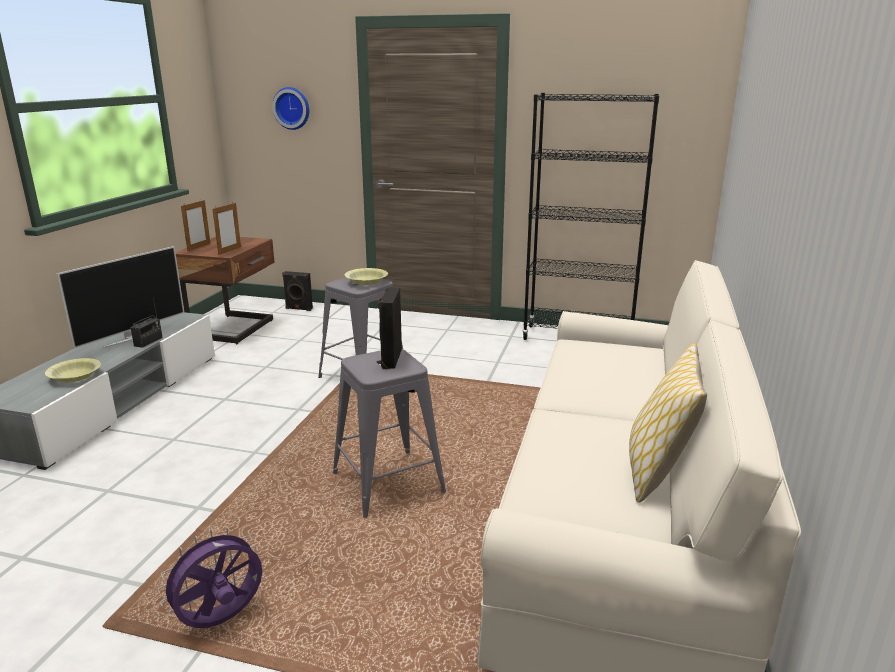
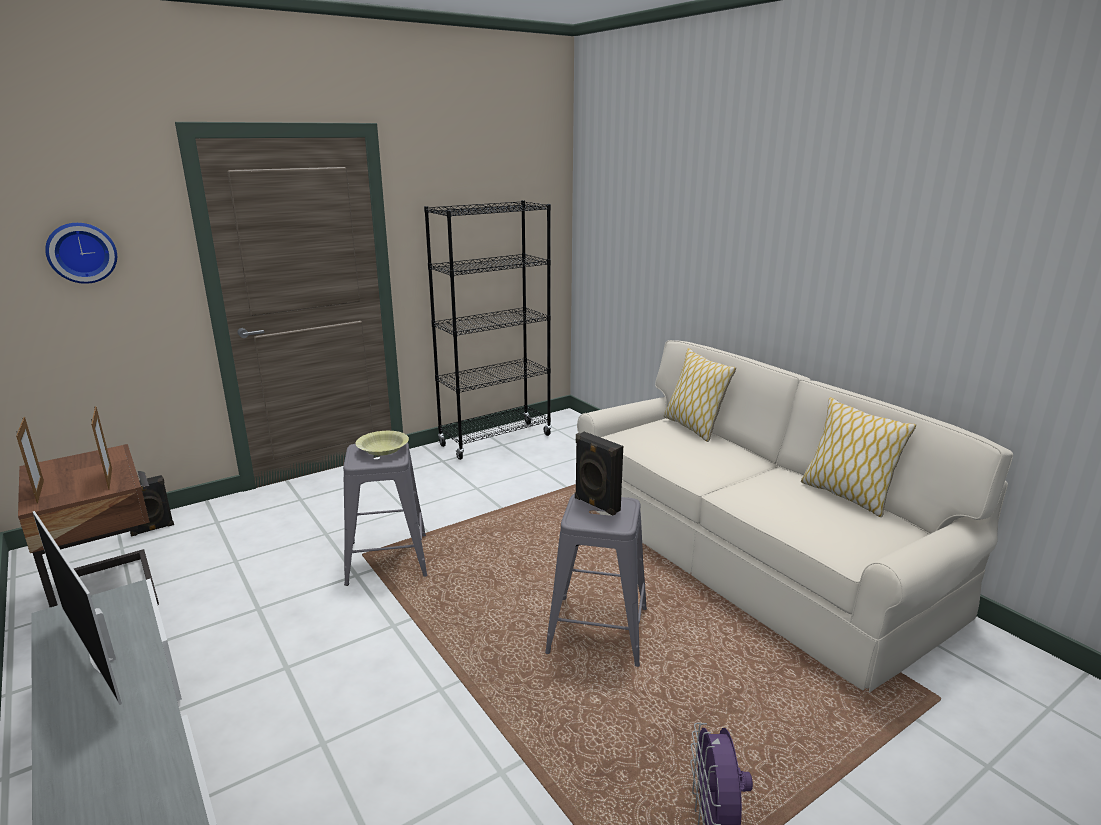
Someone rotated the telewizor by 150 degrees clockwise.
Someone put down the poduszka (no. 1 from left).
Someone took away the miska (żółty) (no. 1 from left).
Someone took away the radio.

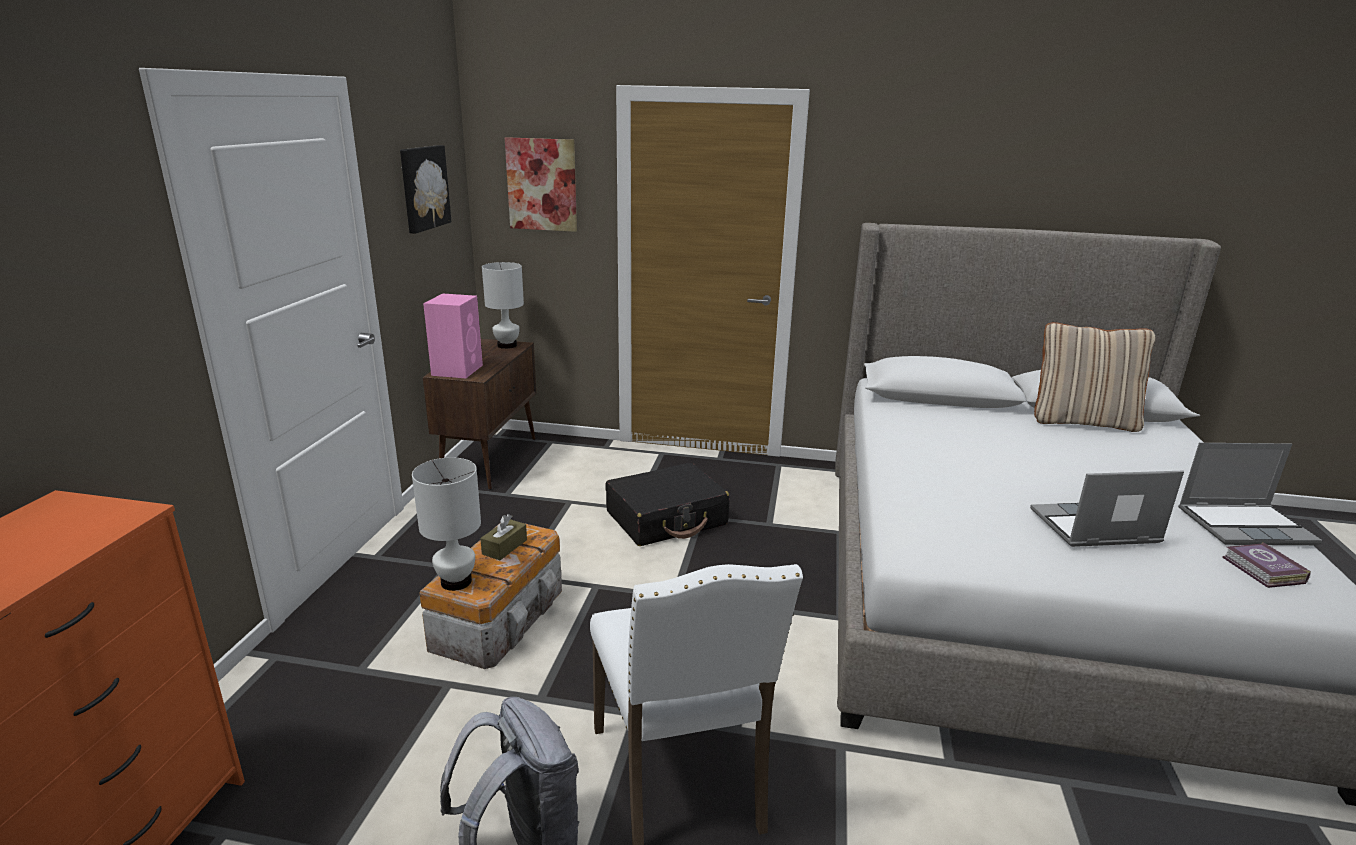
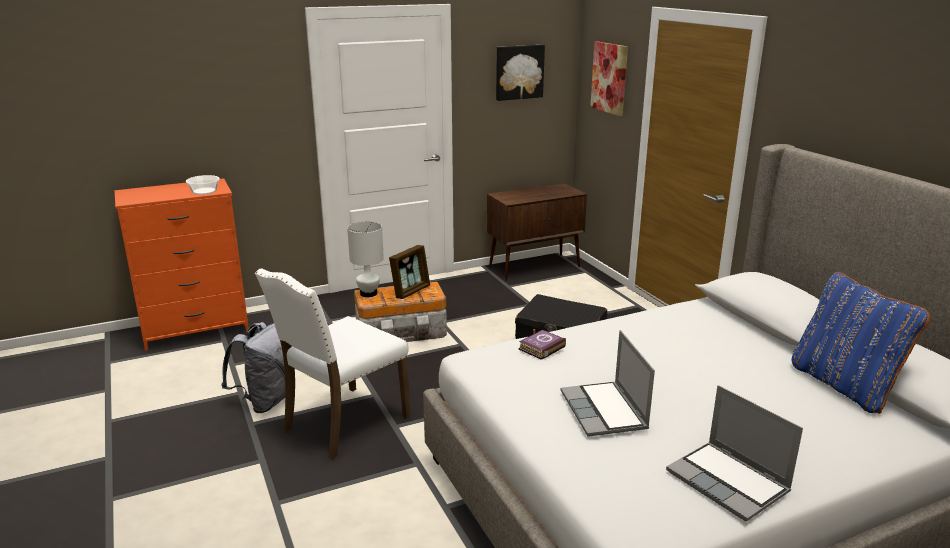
Someone put down the miska.
Someone swapped the pudełko chusteczek (brązowy) for the ramka na zdjęcie.
Someone carried the książka.
Someone rotated the laptop (no. 1 from left) by 150 degrees counterclockwise.
Someone repainted the poduszka (beżowy), which became the poduszka (niebieski).
Someone took away the głośnik (różowy).
Someone took away the lampa stołowa (biały) (no. 2 from left).

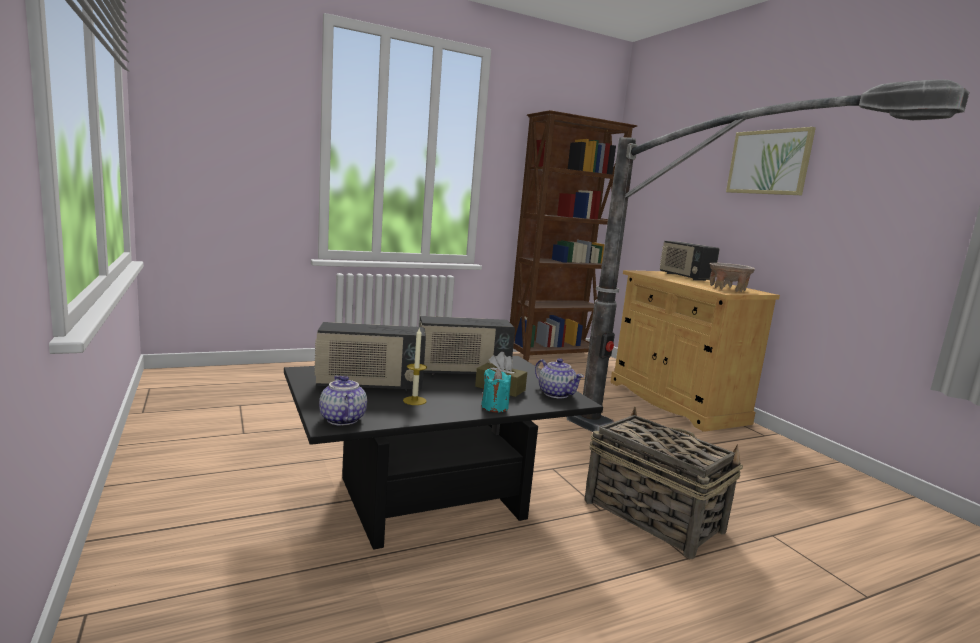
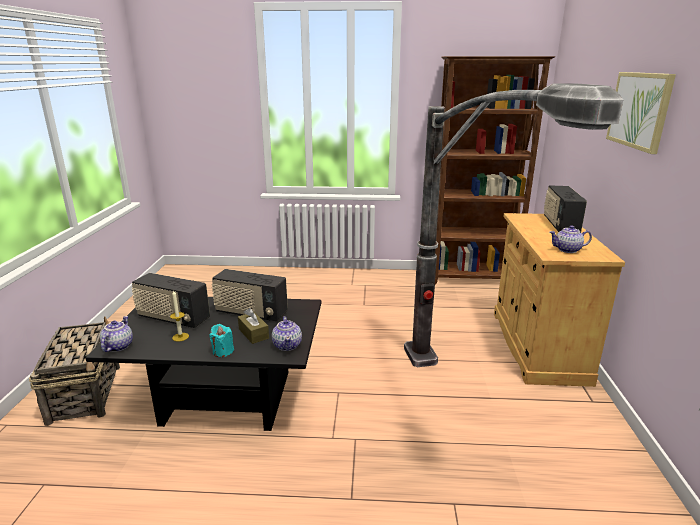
Someone carried the koszyk.
Someone swapped the miska (beżowy) for the imbryk (no. 3 from left).

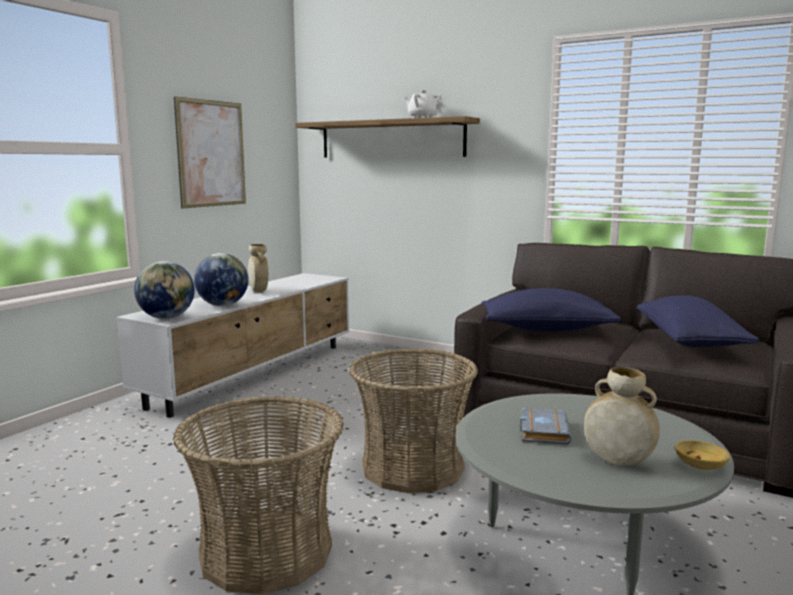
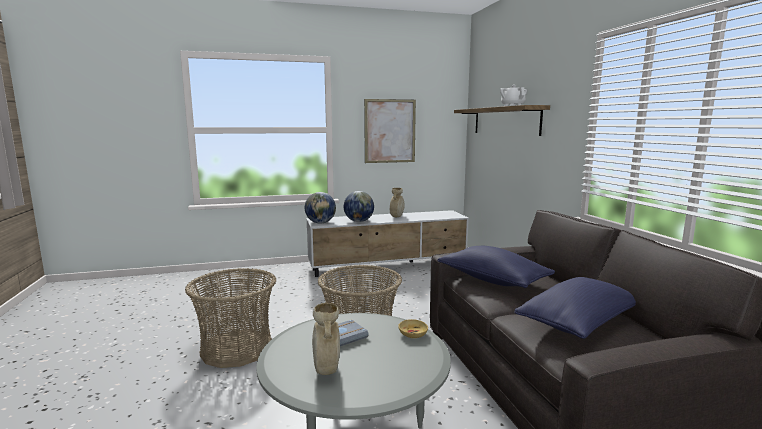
Someone carried the miska (beżowy).

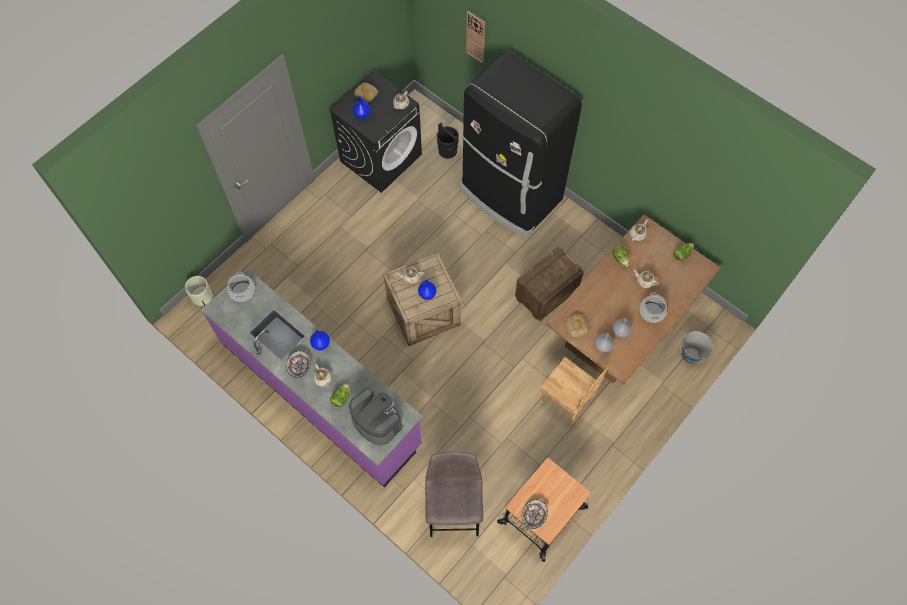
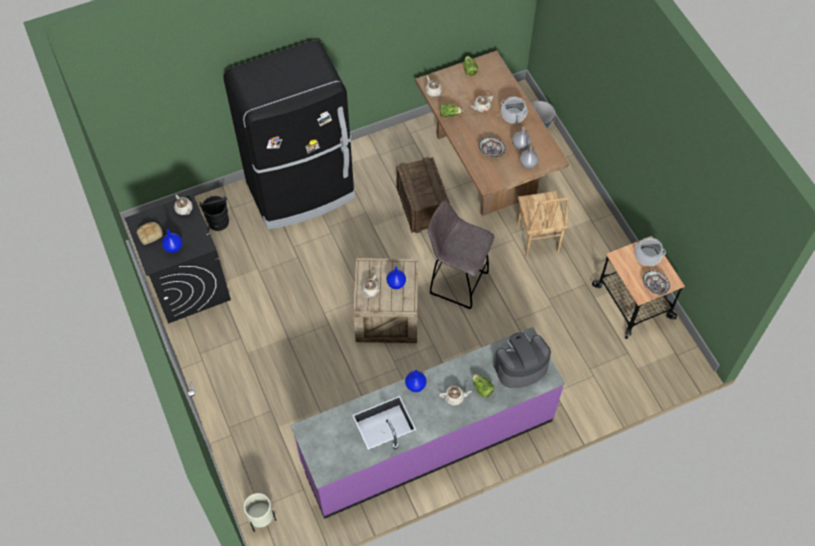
Someone carried the stołek (szary).
Someone carried the miska (no. 1 from left).
Someone rotated the krzesło (brązowy) by 105 degrees clockwise.
Someone carried the garnek (no. 1 from left in the first image).
Someone took away the zegar ścienny.
Someone took away the chleb (no. 2 from left).

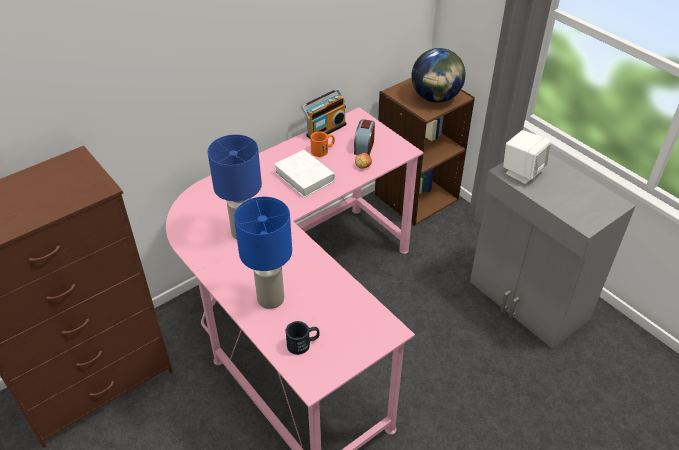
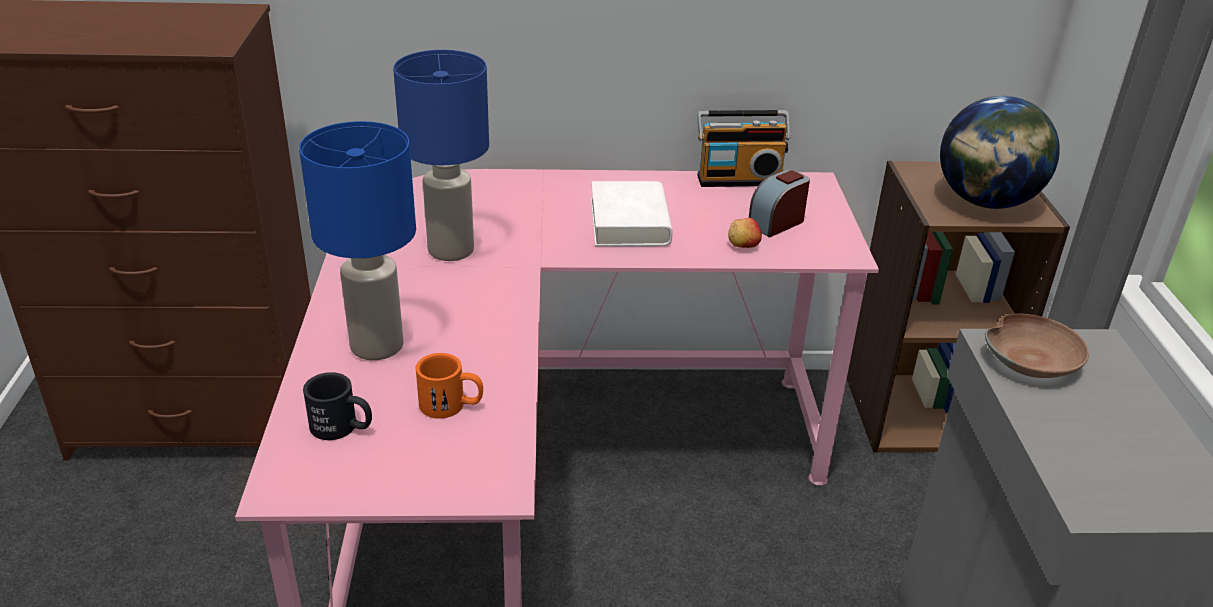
Someone carried the kubek (pomarańczowy).
Someone swapped the głośnik (biały) for the miska (brązowy).

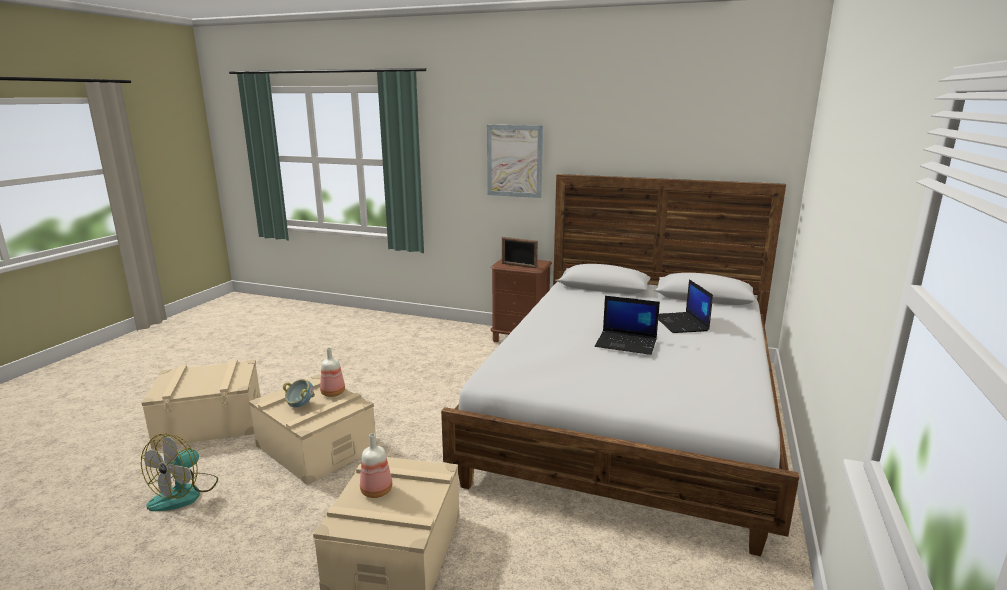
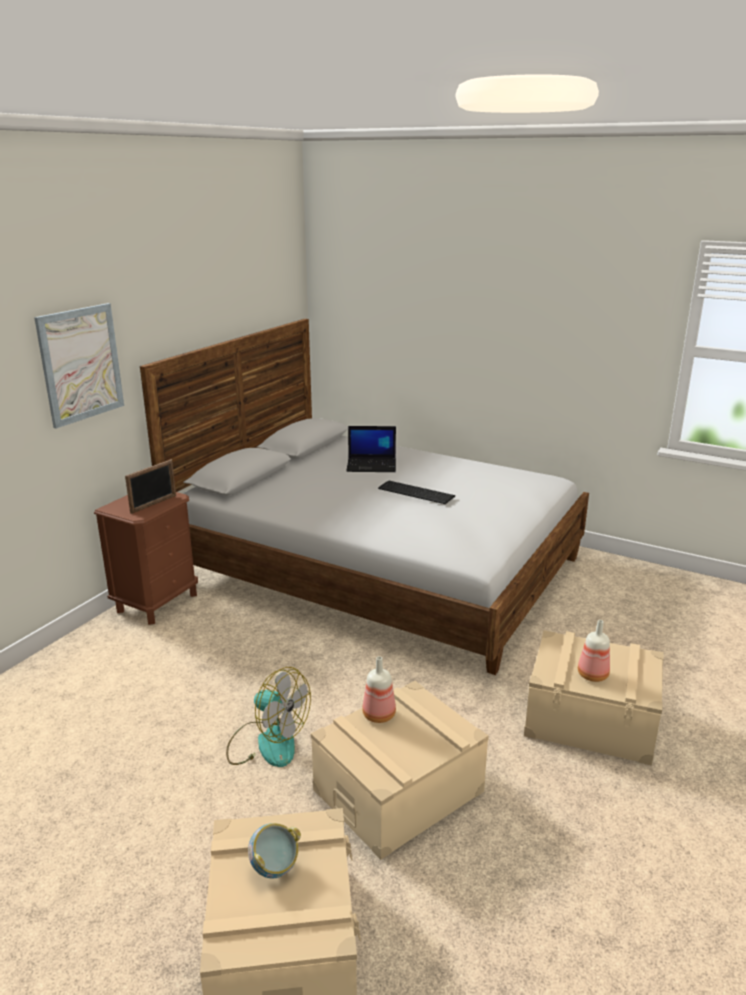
Someone carried the wentylator.
Someone carried the miska.
Someone swapped the laptop (no. 1 from left) for the klawiatura.

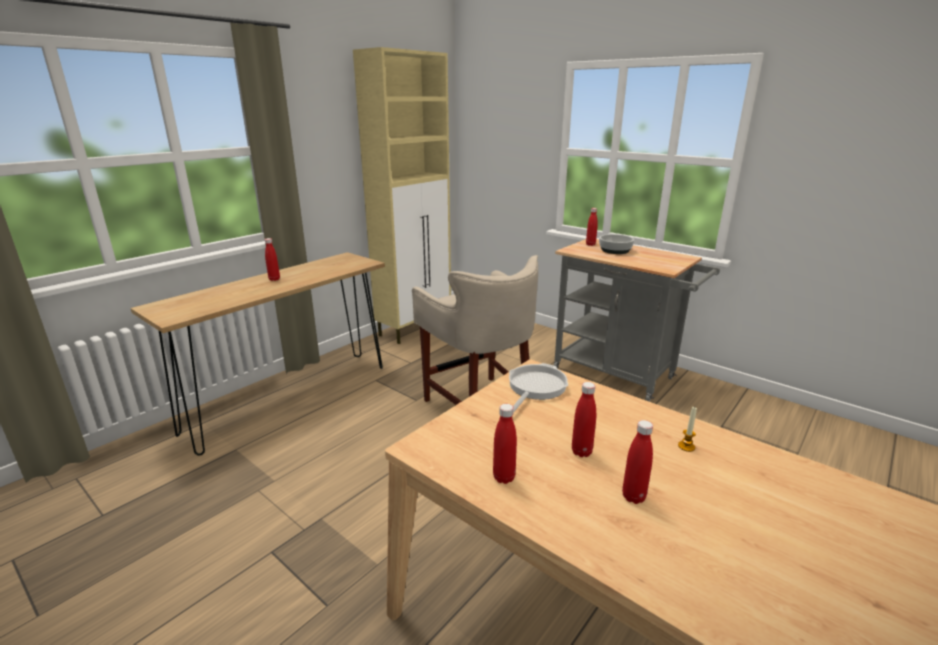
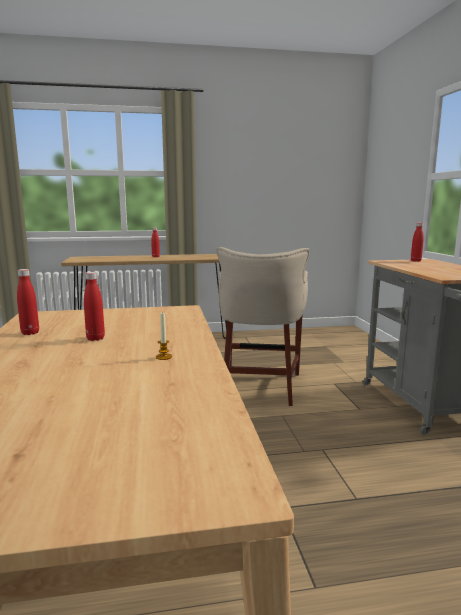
Someone took away the szafka (beżowy).
Someone took away the patelnia.
Someone took away the miska.
Someone took away the butelka (czerwony) (no. 5 from left).

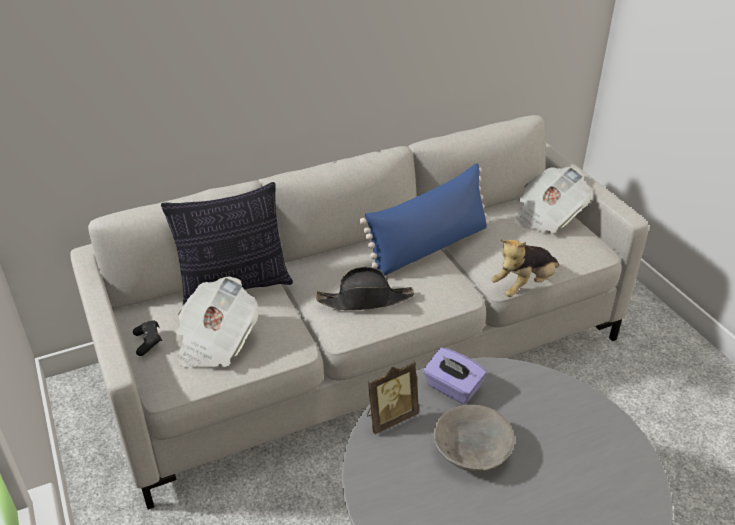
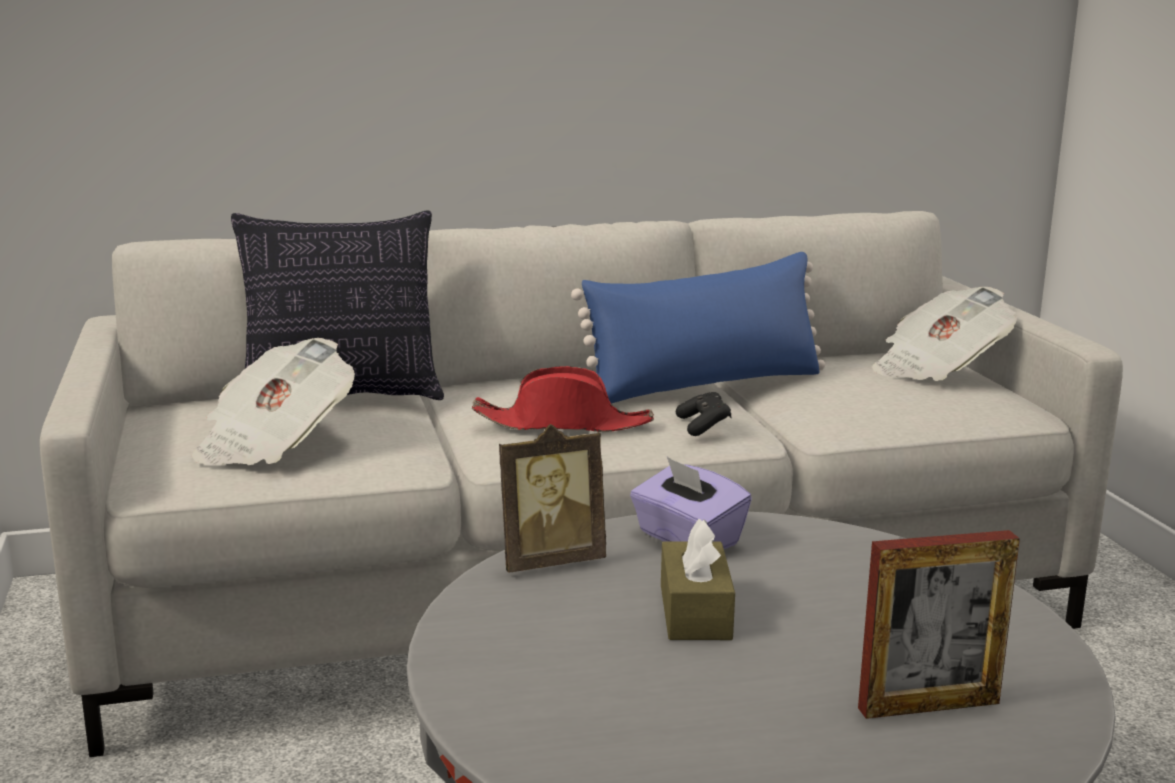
Someone repainted the kapelusz (czarny), which became the kapelusz (czerwony).
Someone swapped the miska (szary) for the pudełko chusteczek (brązowy).
Someone carried the pad do gier (czarny).
Someone put down the ramka na zdjęcie (no. 2 from left).
Someone took away the pluszak.

